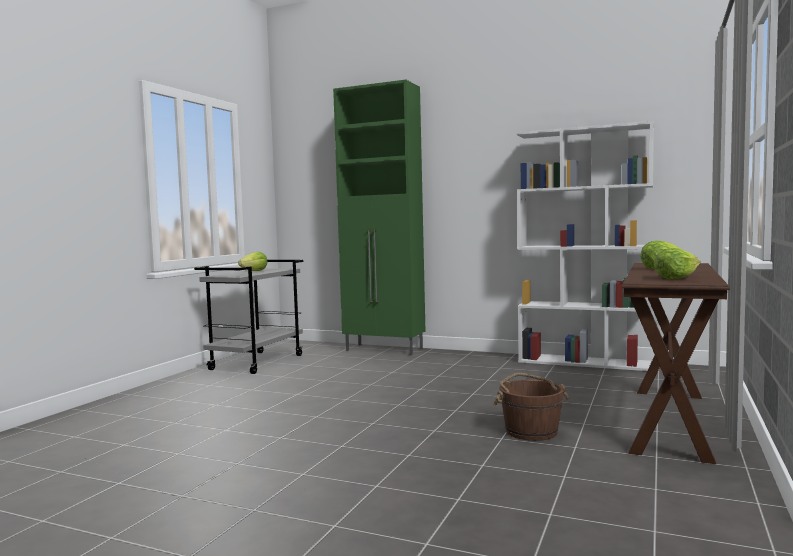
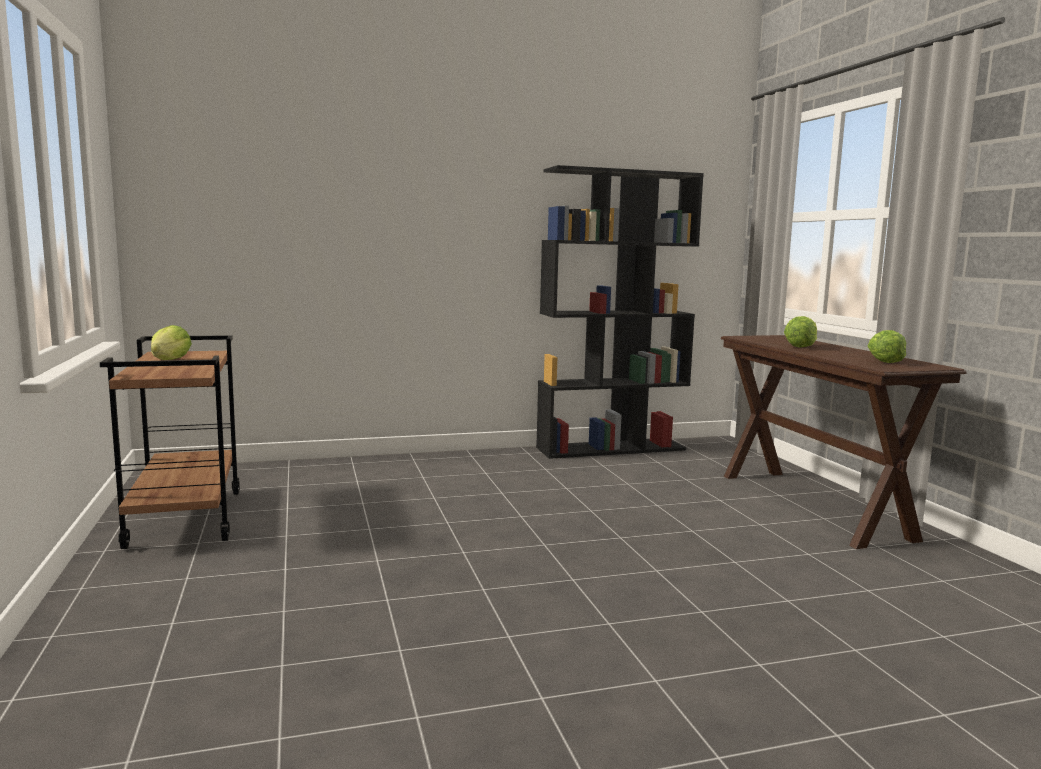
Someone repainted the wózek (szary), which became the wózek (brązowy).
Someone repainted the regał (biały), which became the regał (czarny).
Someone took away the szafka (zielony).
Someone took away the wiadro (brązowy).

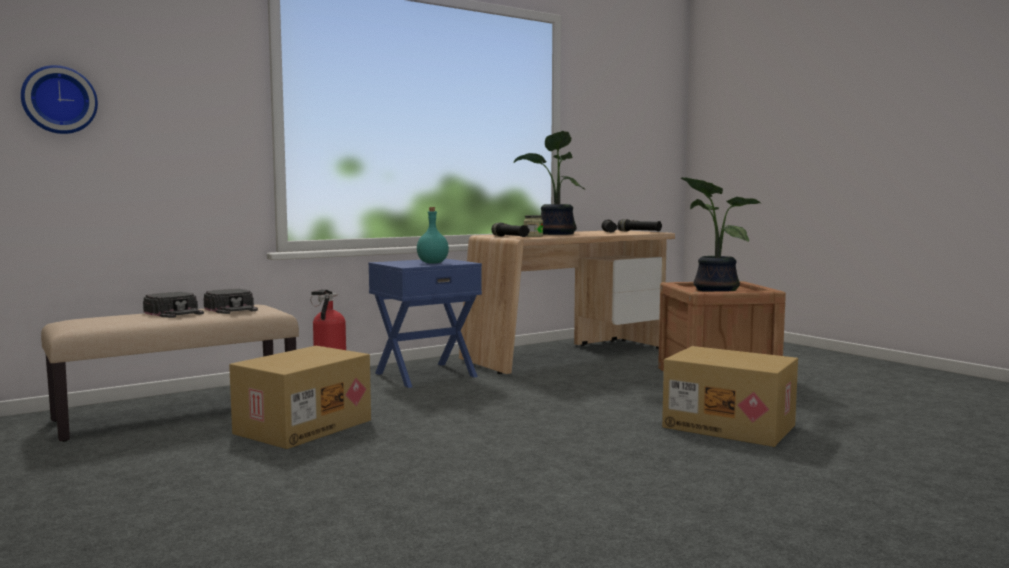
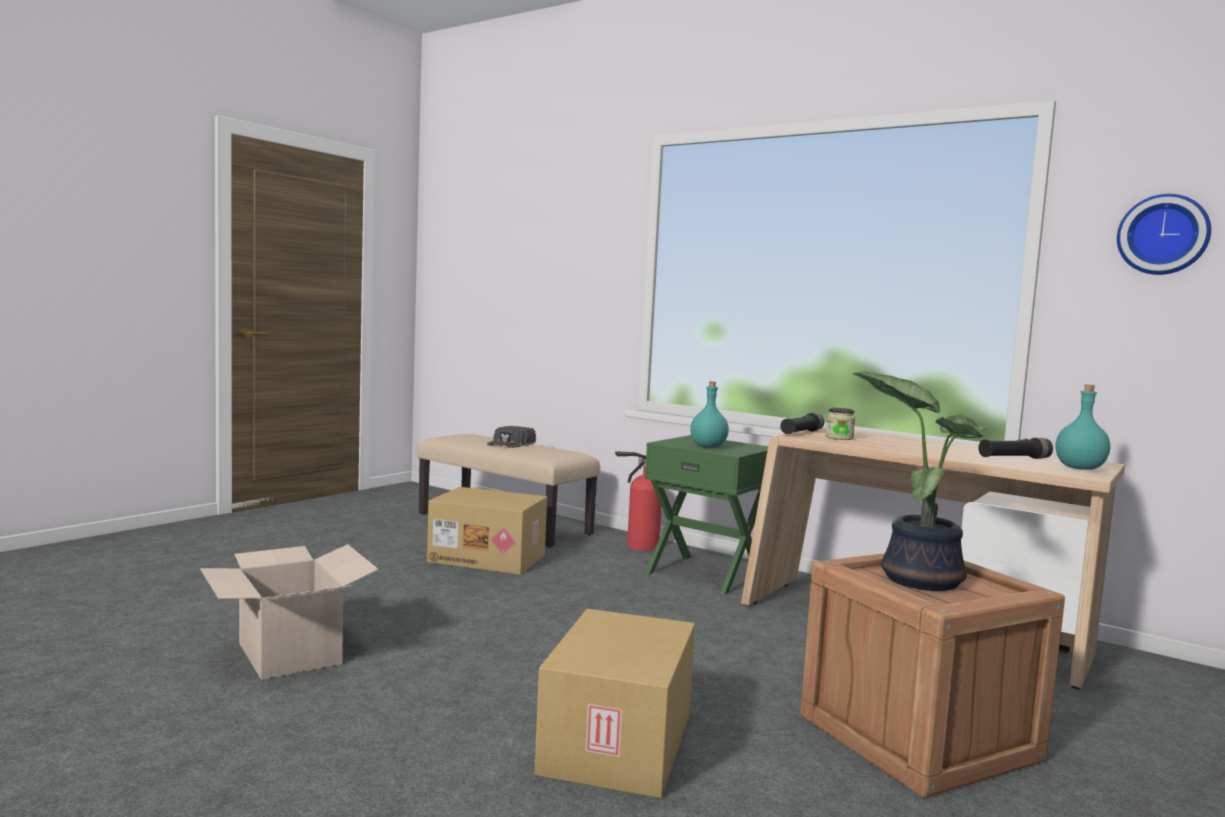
Someone put down the karton (no. 1 from left).
Someone repainted the szafka nocna (niebieski), which became the szafka nocna (zielony).
Someone swapped the latarka (czarny) (no. 3 from left) for the butelka (turkusowy) (no. 2 from left).
Someone carried the zegar ścienny.
Someone took away the czapka z daszkiem (czarny) (no. 2 from left).
Someone took away the roślina doniczkowa (no. 1 from left).

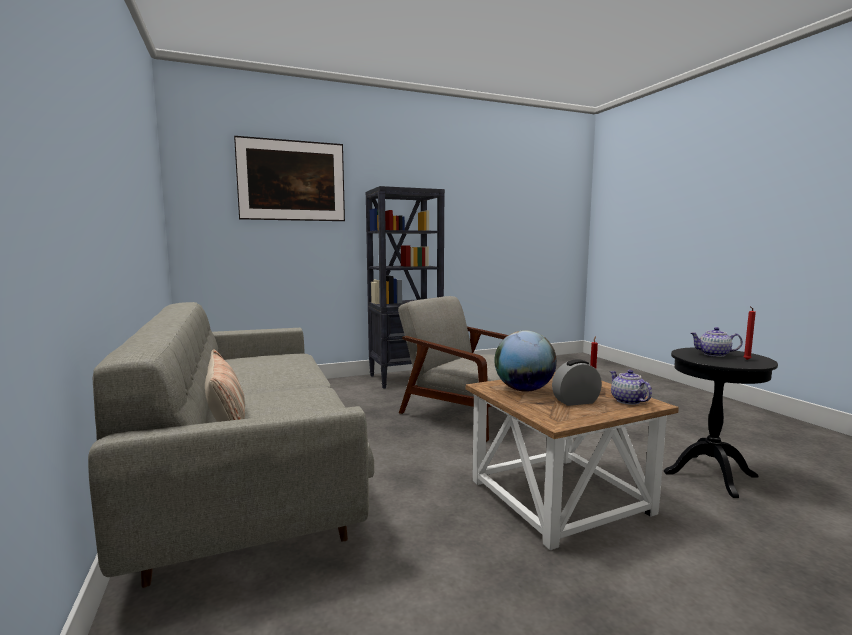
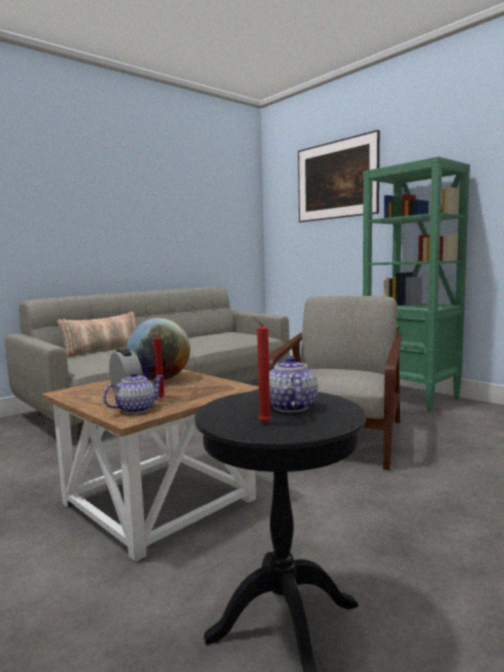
Someone repainted the regał (czarny), which became the regał (zielony).

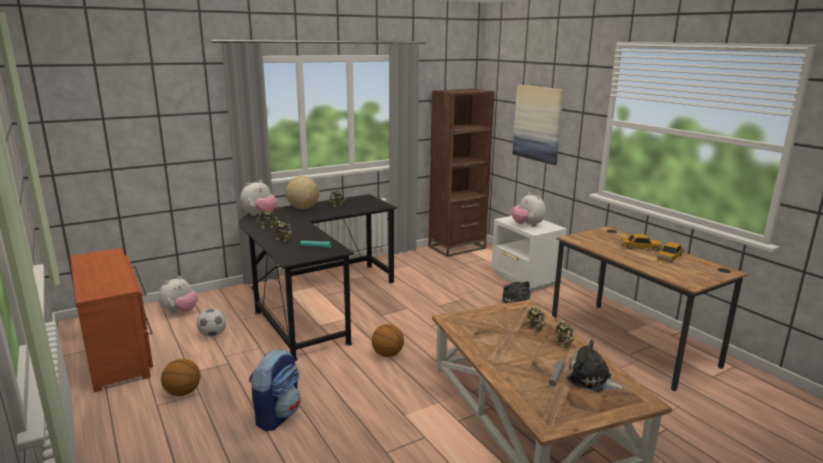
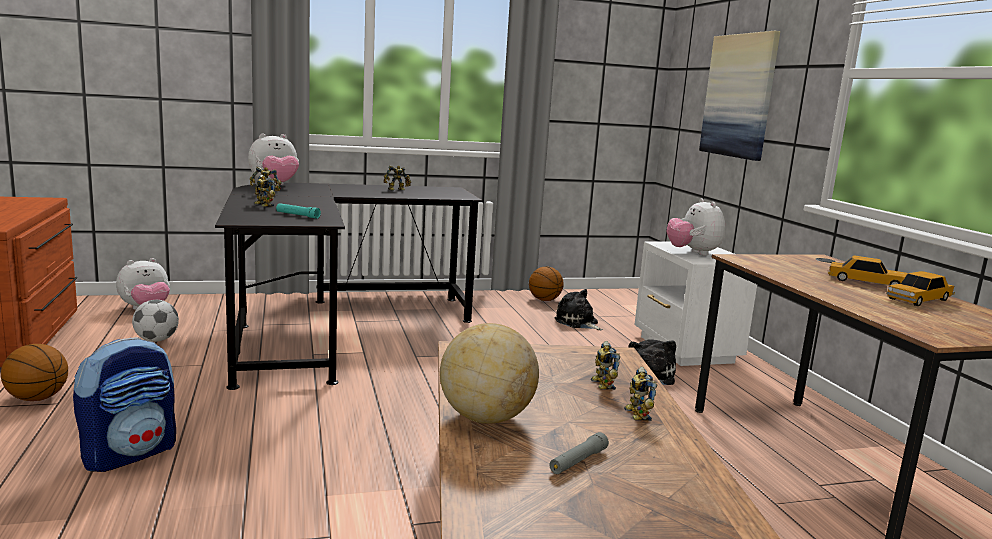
Someone carried the globus.
Someone carried the piłka do koszykówki (no. 2 from left).
Someone carried the pluszak (no. 5 from left in the first image).
Someone took away the regał (brązowy).

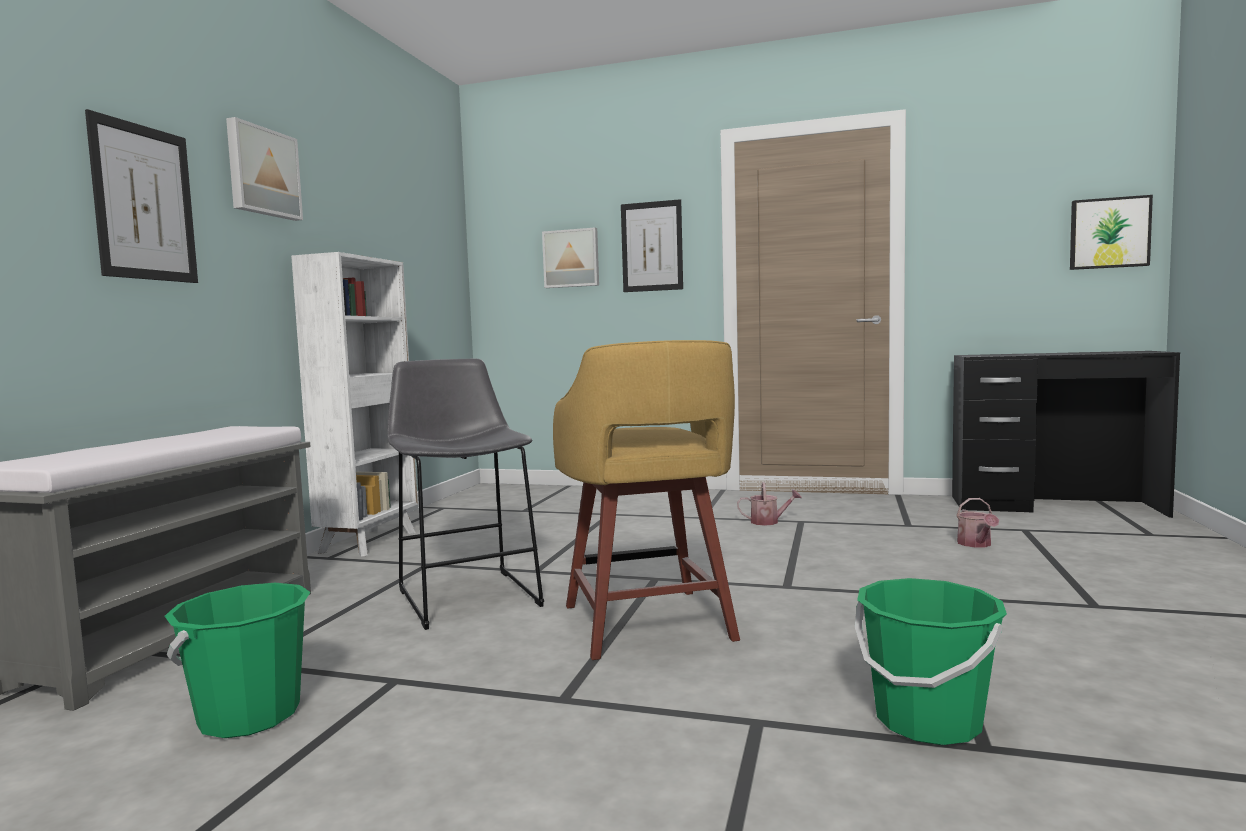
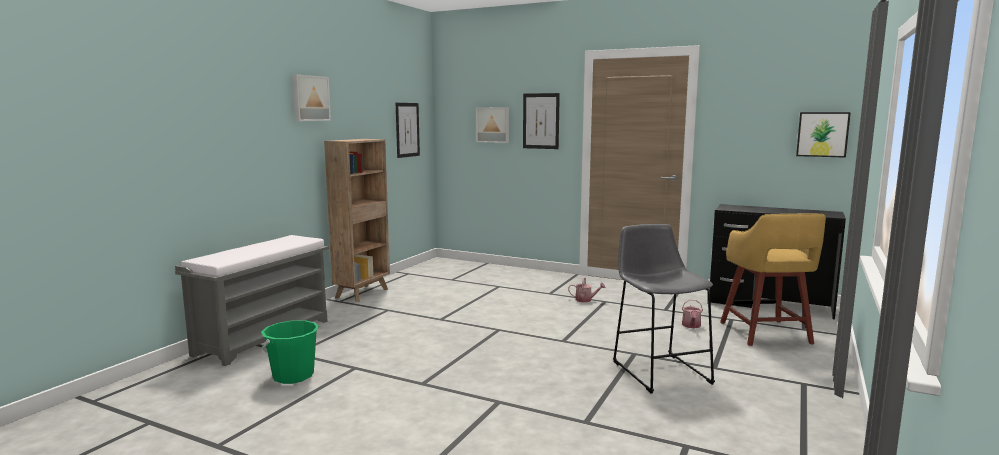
Someone repainted the regał (biały), which became the regał (brązowy).
Someone carried the obraz (no. 1 from left in the first image).
Someone carried the stołek (szary).
Someone carried the stołek (żółty).
Someone took away the wiadro (zielony) (no. 2 from left).

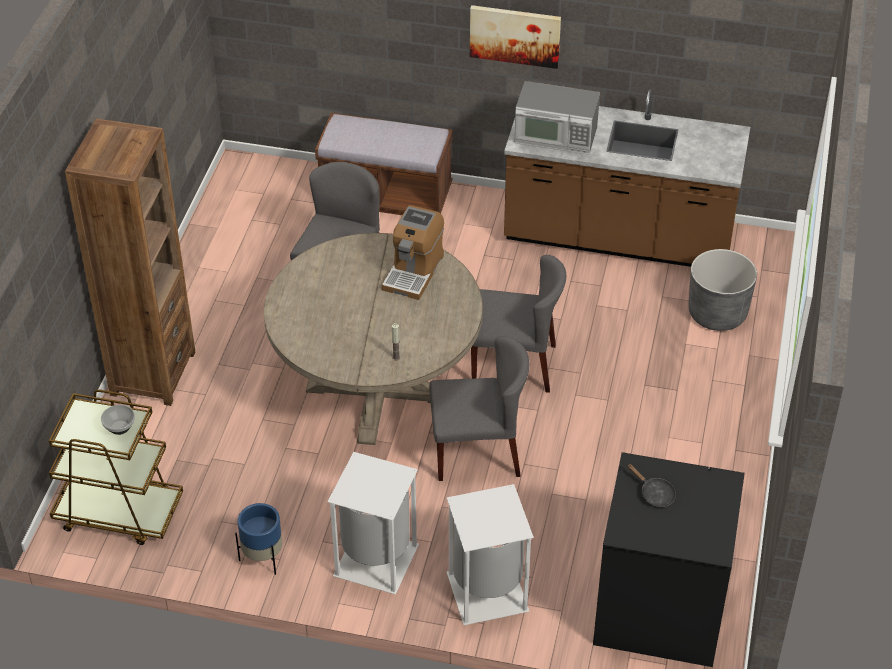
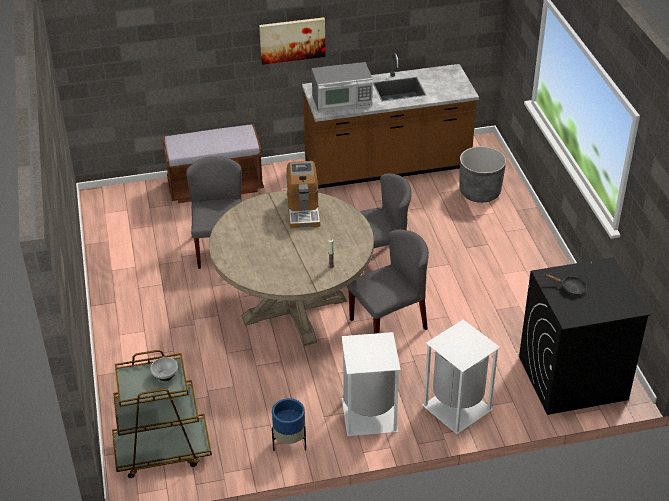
Someone took away the regał (brązowy).

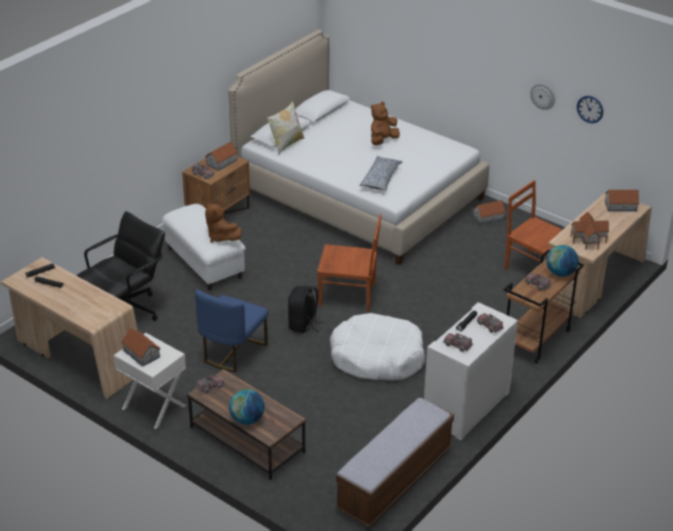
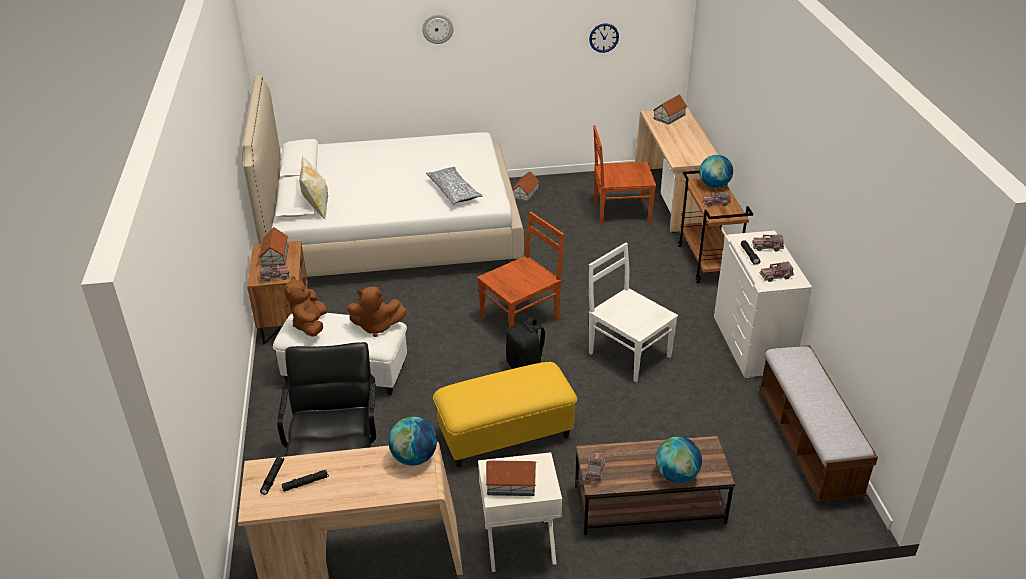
Someone carried the pluszak (brązowy) (no. 2 from left in the first image).
Someone put down the globus (no. 1 from left).
Someone carried the zegar ścienny (no. 1 from left).
Someone swapped the krzesło (niebieski) for the pufa (żółty).
Someone swapped the legowisko (biały) for the krzesło (biały).
Someone took away the domek (no. 4 from left).

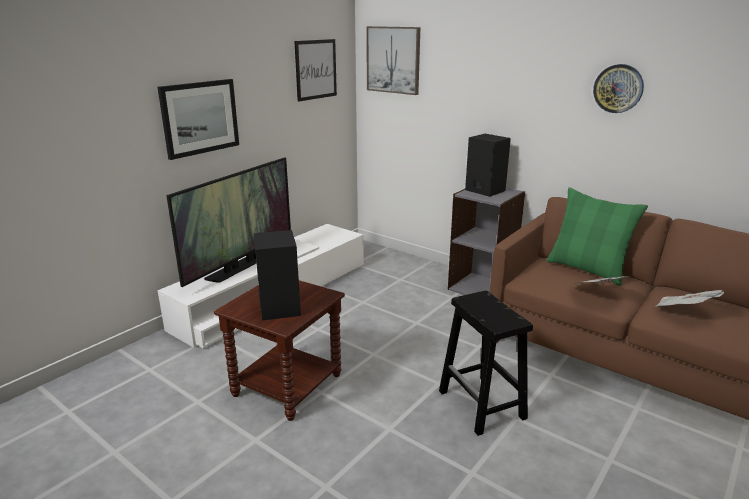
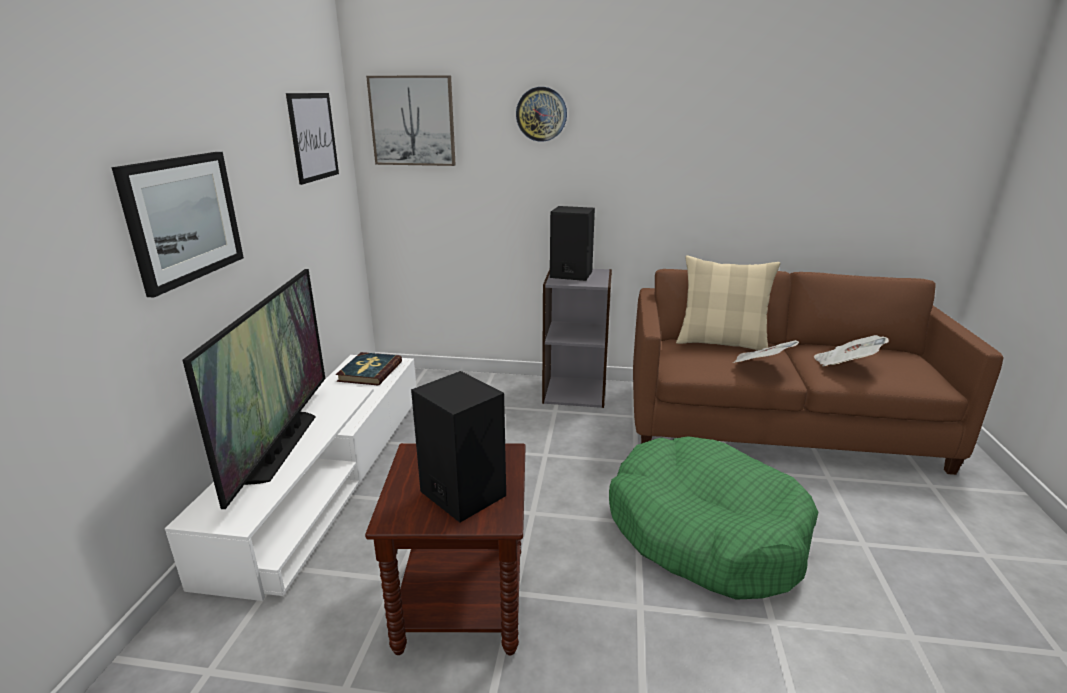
Someone put down the książka.
Someone carried the zegar ścienny.
Someone swapped the stołek (czarny) for the legowisko (zielony).
Someone repainted the poduszka (zielony), which became the poduszka (beżowy).

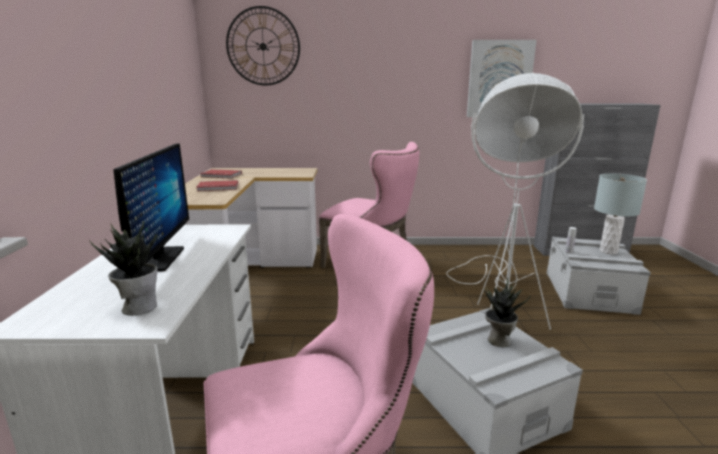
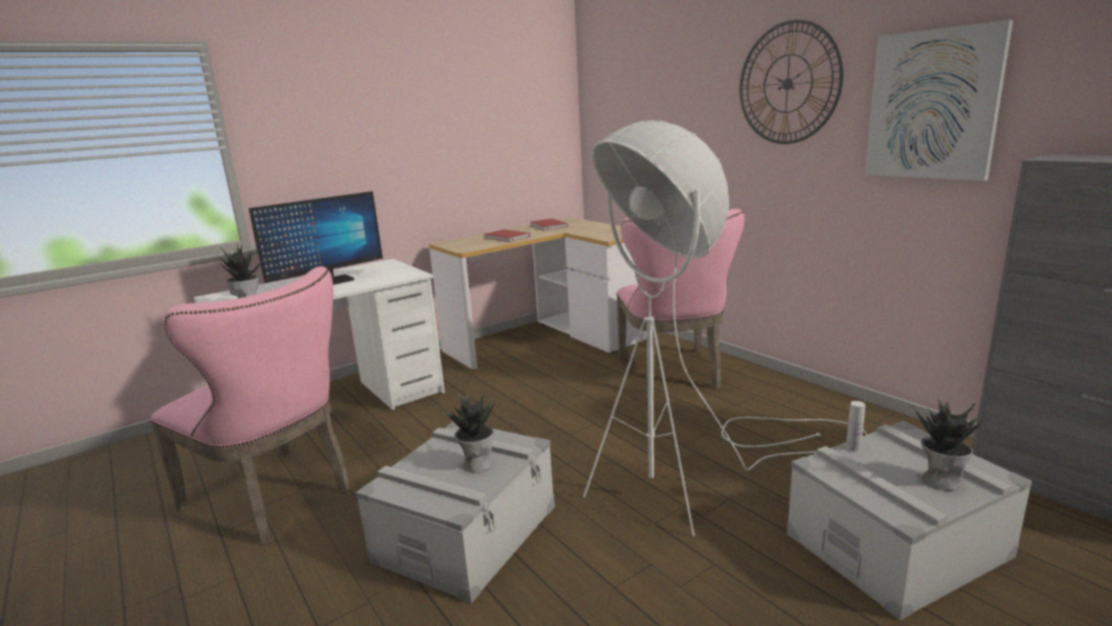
Someone carried the zegar ścienny.
Someone swapped the lampa stołowa (szary) for the roślina doniczkowa (no. 3 from left).

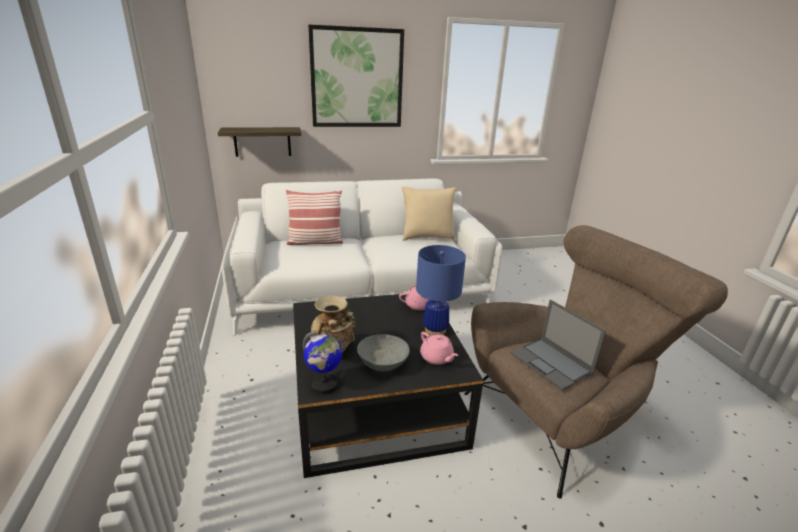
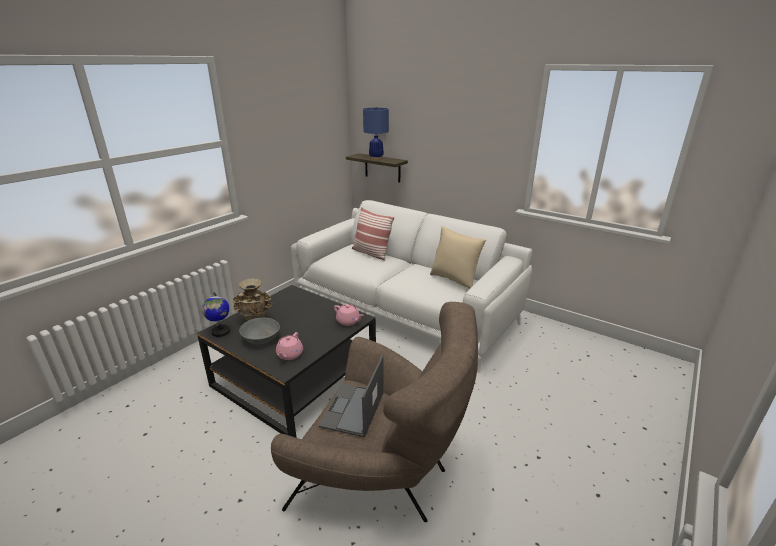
Someone carried the lampa stołowa (niebieski).
Someone took away the obraz.

